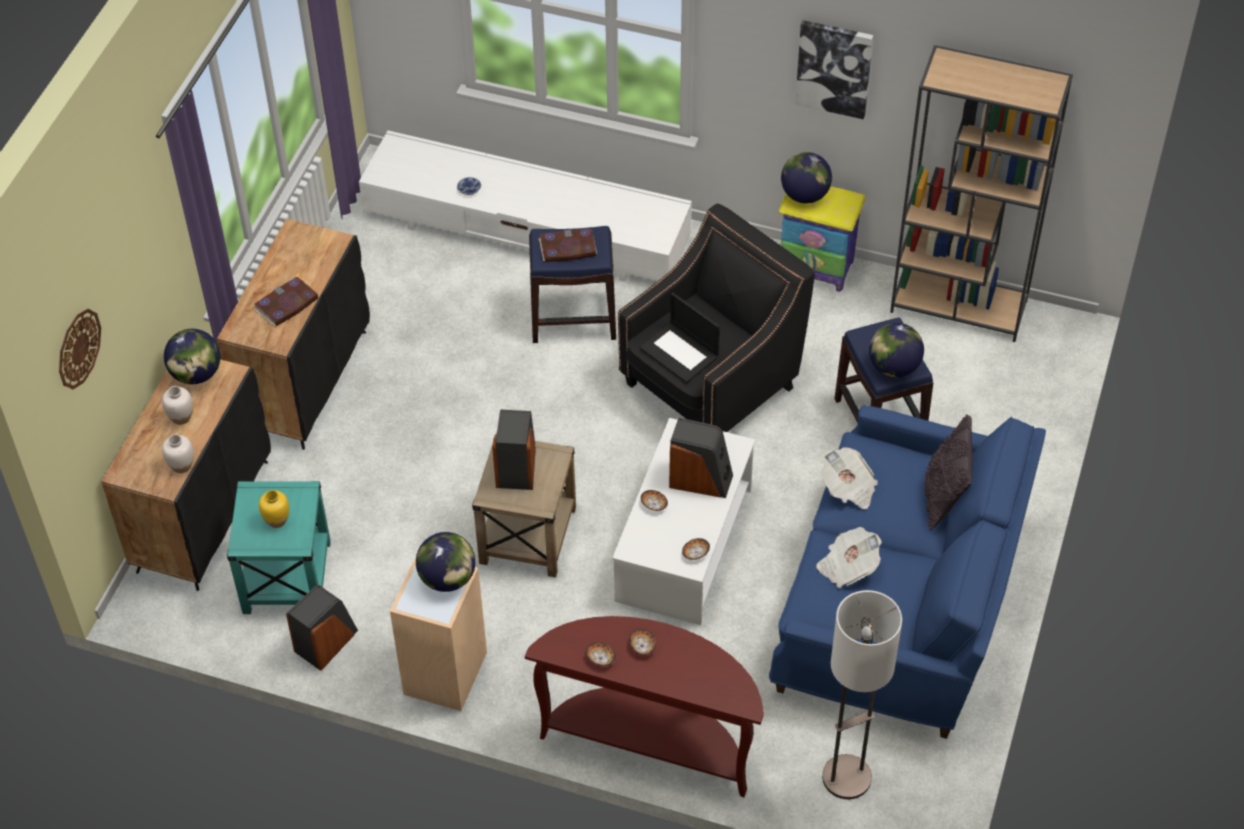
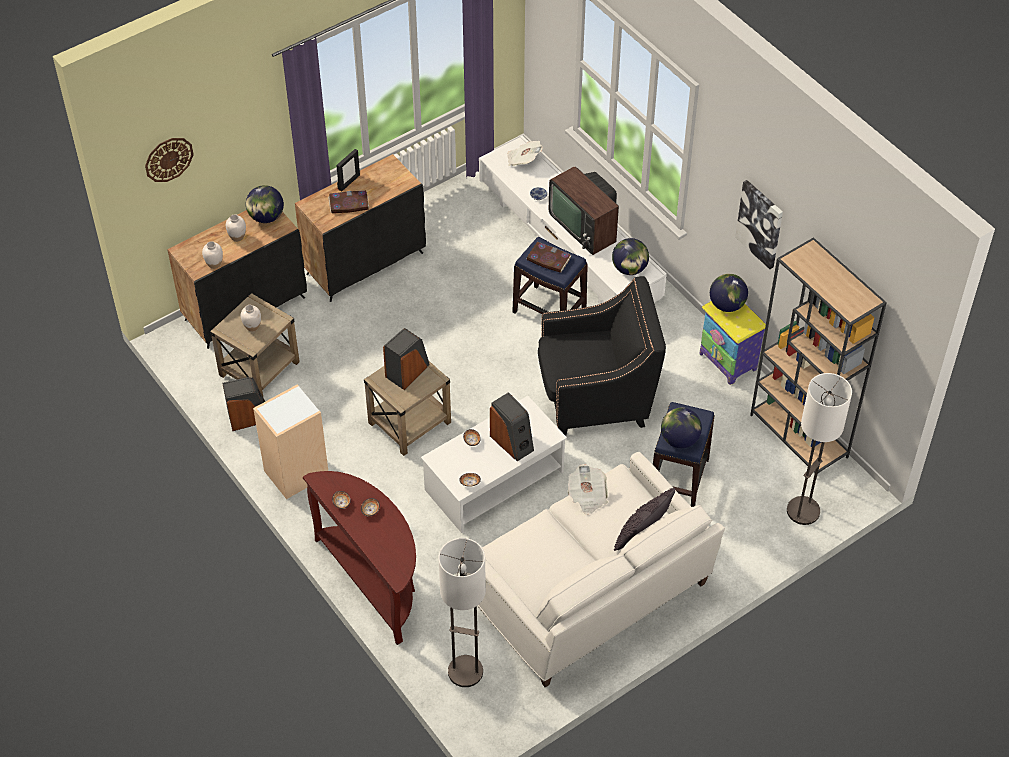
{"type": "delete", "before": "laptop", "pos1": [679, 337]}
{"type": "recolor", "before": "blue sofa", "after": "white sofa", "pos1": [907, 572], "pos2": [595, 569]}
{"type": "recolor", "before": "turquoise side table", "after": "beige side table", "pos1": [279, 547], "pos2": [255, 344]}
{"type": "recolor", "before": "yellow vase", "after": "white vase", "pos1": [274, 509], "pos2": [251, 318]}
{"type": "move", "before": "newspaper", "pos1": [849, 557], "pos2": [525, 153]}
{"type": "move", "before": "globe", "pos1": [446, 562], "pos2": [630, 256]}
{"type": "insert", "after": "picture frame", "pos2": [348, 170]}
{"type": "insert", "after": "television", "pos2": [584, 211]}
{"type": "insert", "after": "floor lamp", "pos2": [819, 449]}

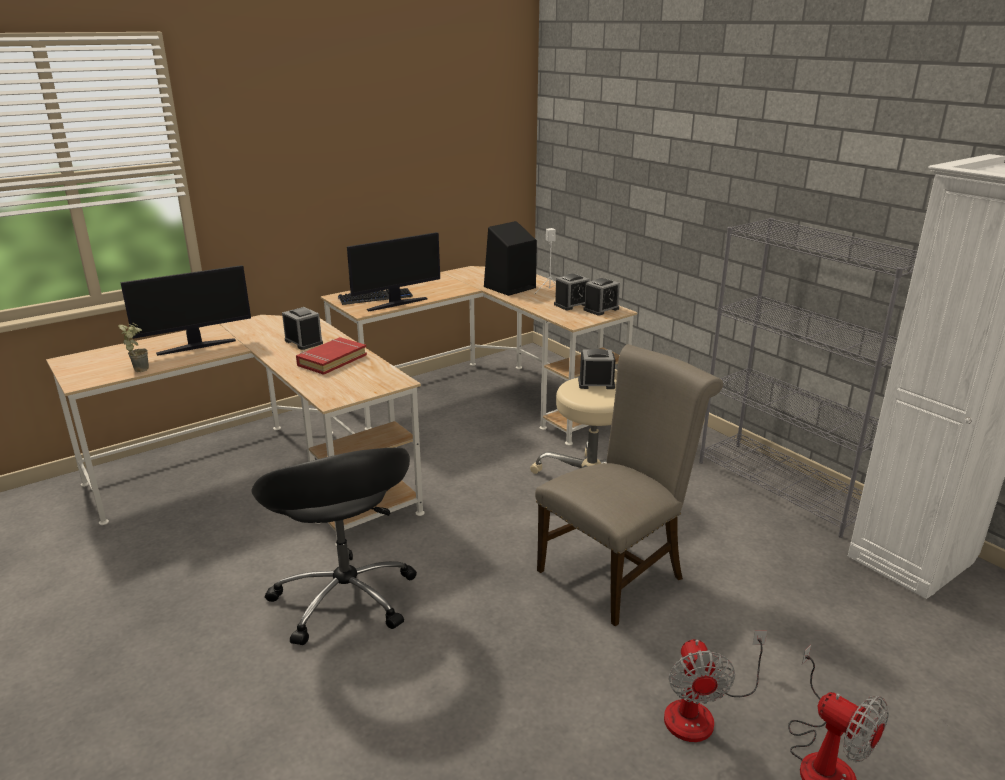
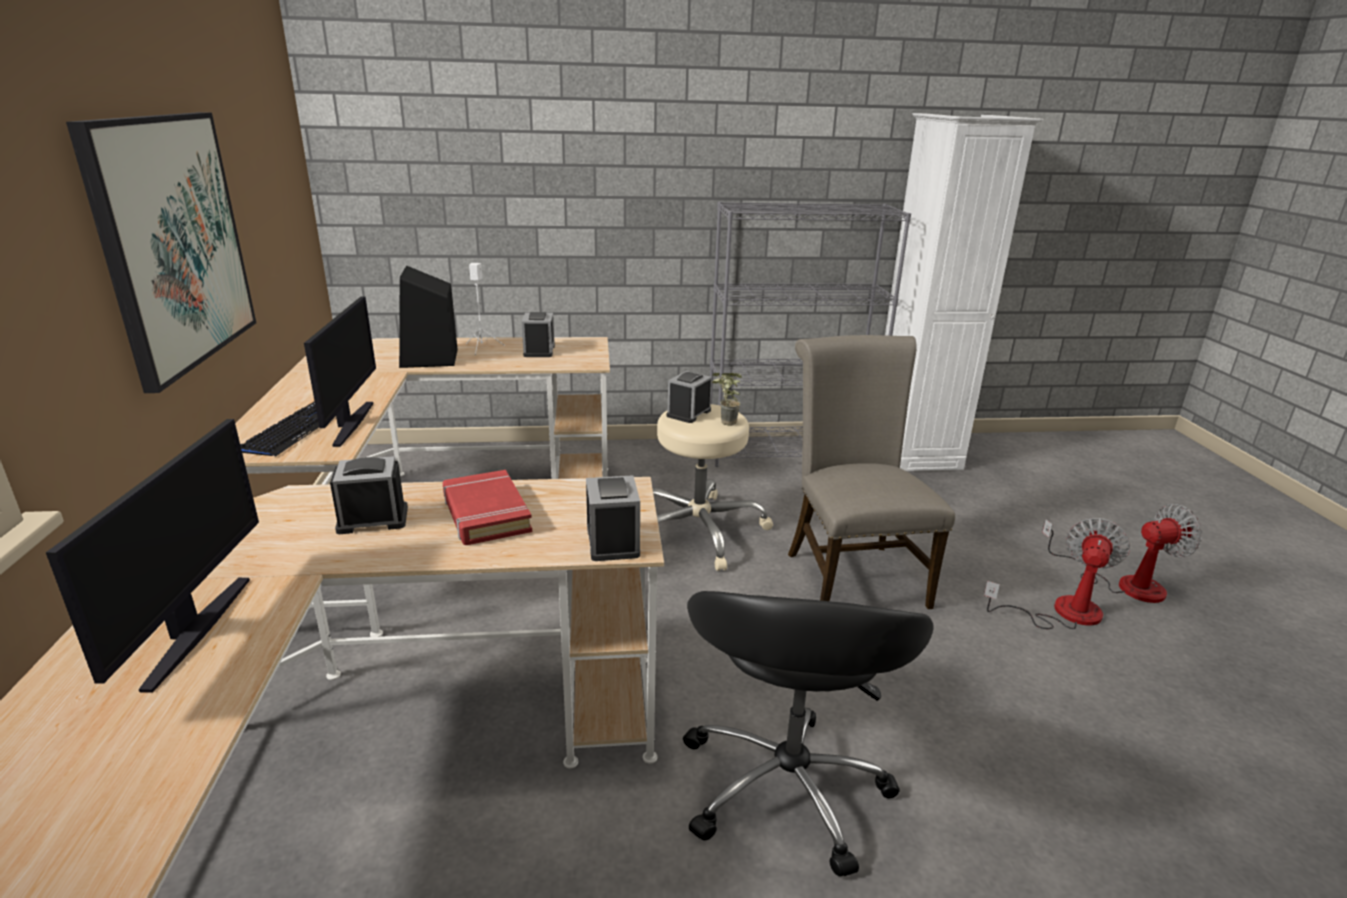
{"type": "move", "before": "alarm clock", "pos1": [601, 297], "pos2": [613, 518]}
{"type": "move", "before": "potted plant", "pos1": [133, 347], "pos2": [726, 399]}
{"type": "rotate", "before": "black office chair", "pos1": [334, 546], "pos2": [808, 733], "turn": 90}
{"type": "rotate", "before": "fan", "pos1": [715, 686], "pos2": [1057, 573], "turn": -90}
{"type": "insert", "after": "picture", "pos2": [161, 252]}

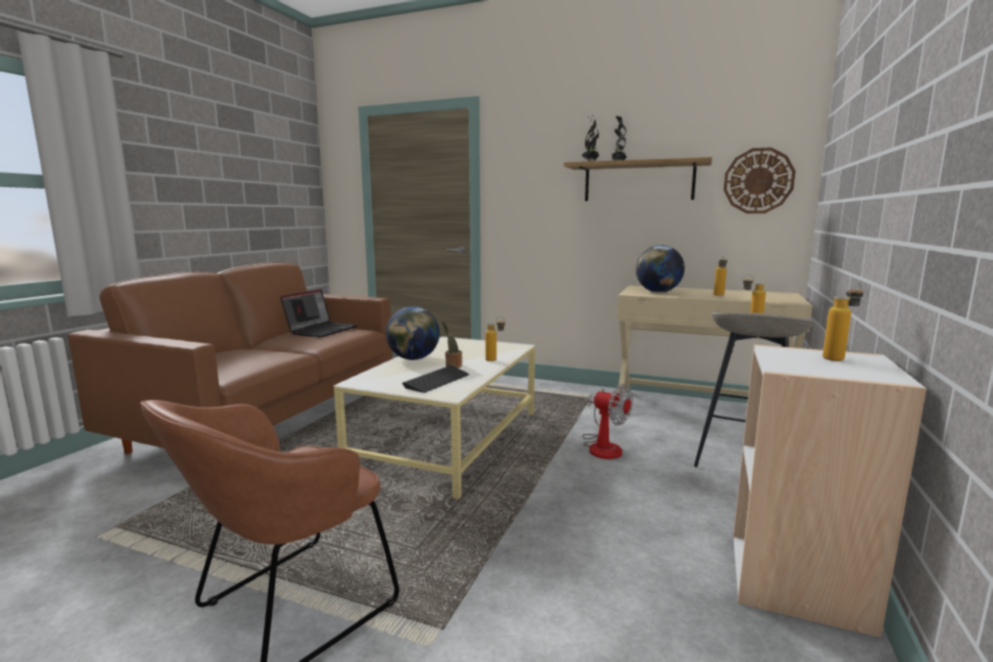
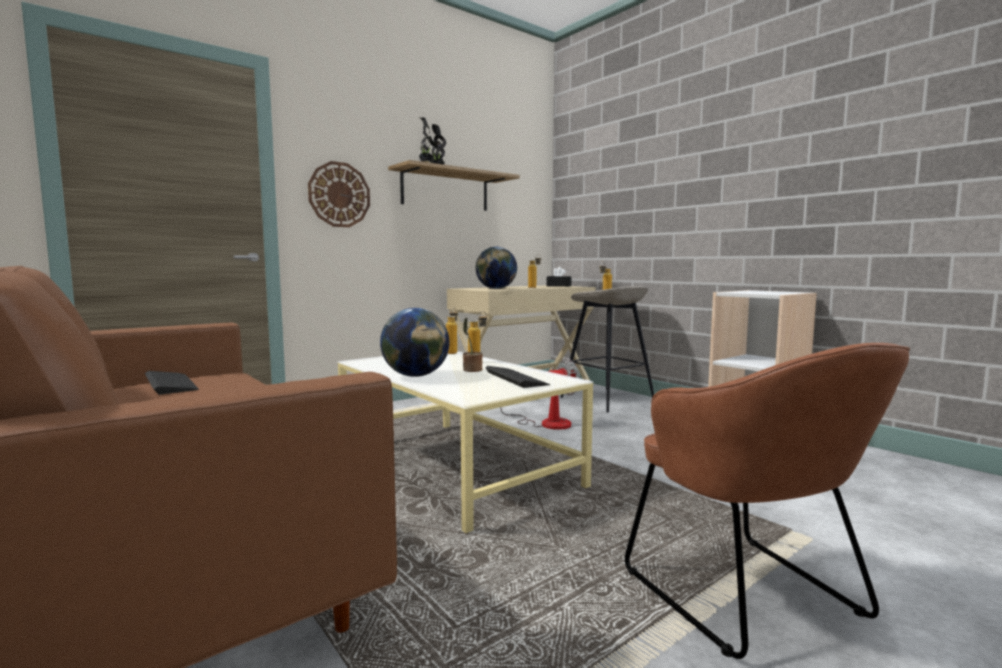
{"type": "move", "before": "wall clock", "pos1": [760, 180], "pos2": [339, 194]}
{"type": "move", "before": "bottle", "pos1": [843, 321], "pos2": [452, 330]}
{"type": "replace", "before": "laptop", "after": "keyboard", "pos1": [319, 313], "pos2": [172, 383]}
{"type": "insert", "after": "black tissue box", "pos2": [559, 277]}

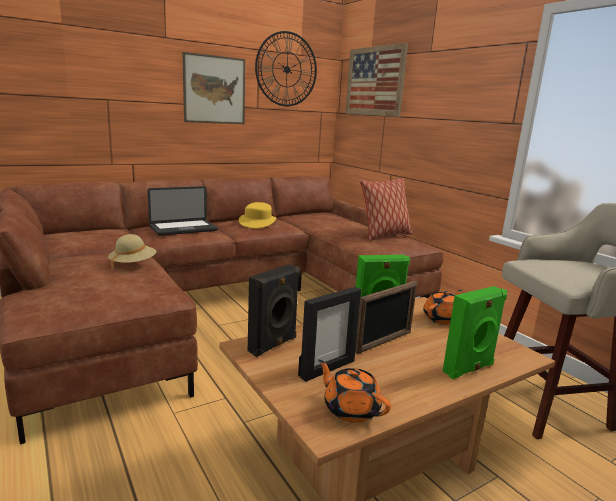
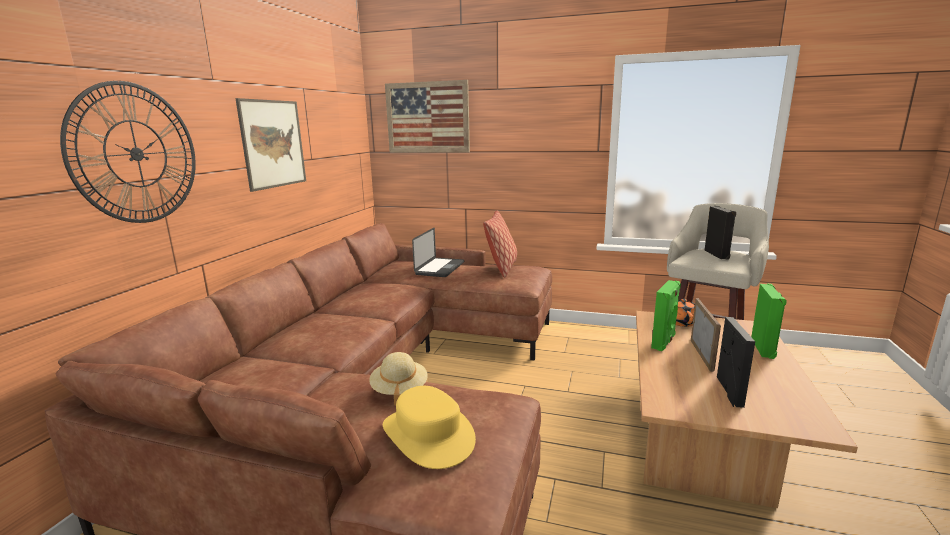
{"type": "move", "before": "wall clock", "pos1": [286, 68], "pos2": [128, 152]}
{"type": "move", "before": "laptop", "pos1": [182, 211], "pos2": [438, 252]}
{"type": "move", "before": "yellow hat", "pos1": [257, 215], "pos2": [429, 427]}
{"type": "move", "before": "black speaker", "pos1": [274, 311], "pos2": [720, 233]}
{"type": "delete", "before": "orange teapot", "pos1": [354, 391]}

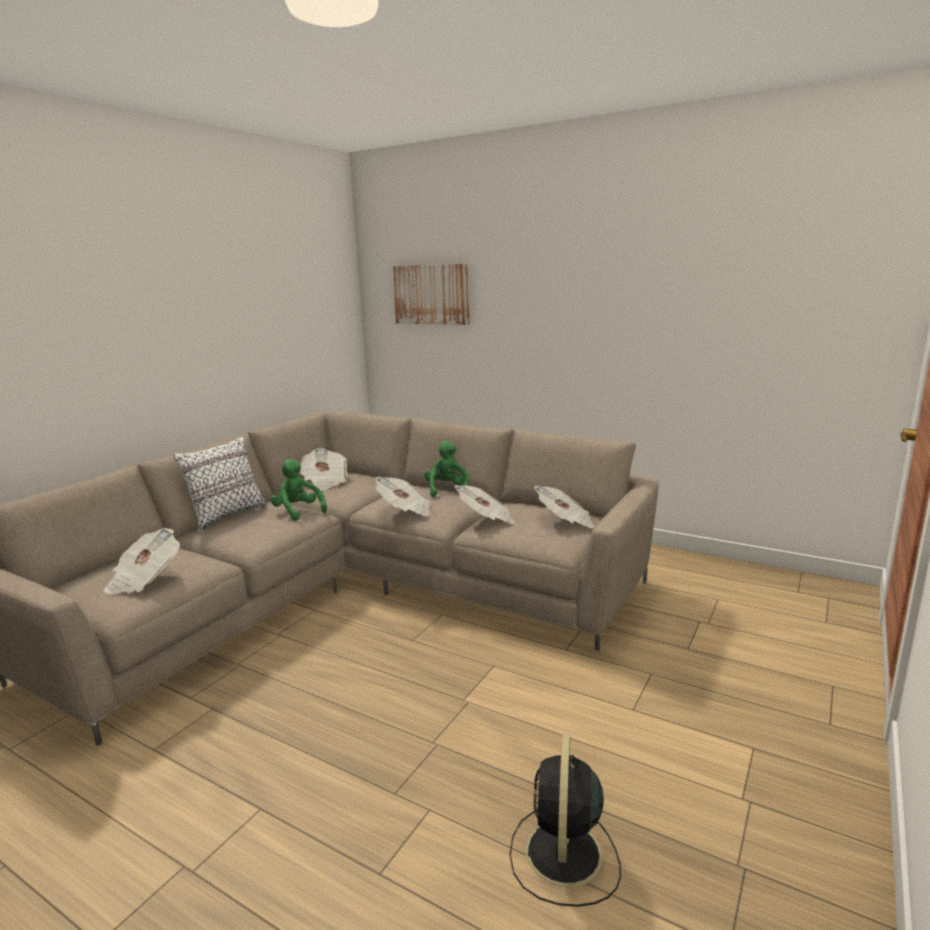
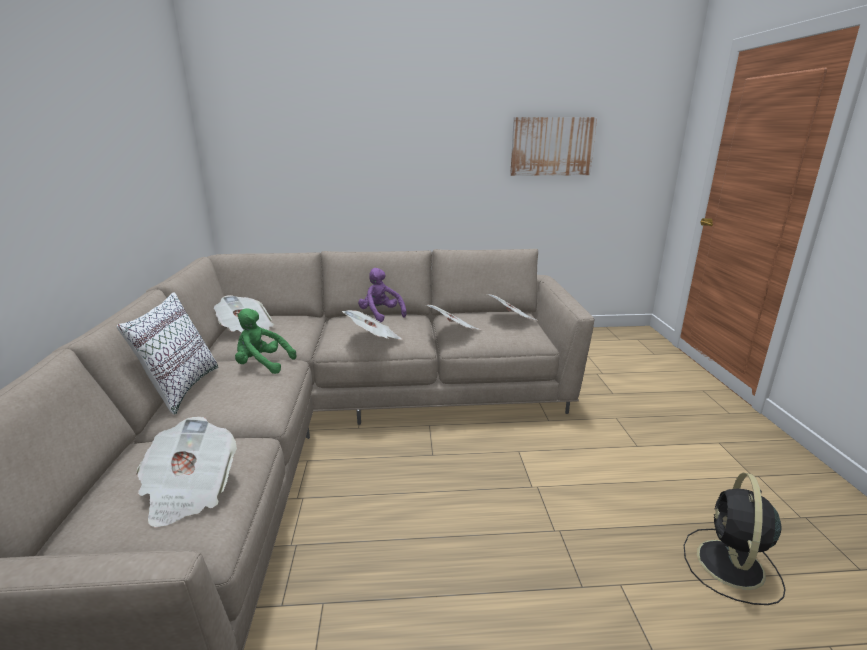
{"type": "move", "before": "picture", "pos1": [430, 294], "pos2": [553, 146]}
{"type": "recolor", "before": "green plush toy", "after": "purple plush toy", "pos1": [446, 469], "pos2": [382, 295]}
{"type": "rotate", "before": "black fan", "pos1": [565, 820], "pos2": [735, 539], "turn": 45}

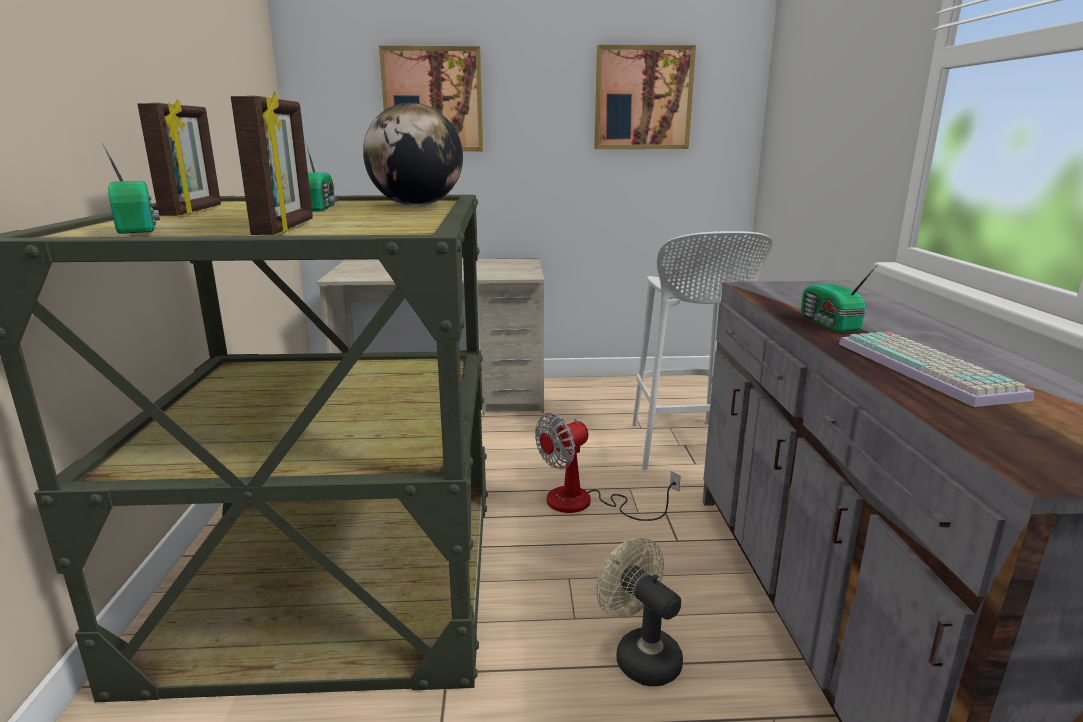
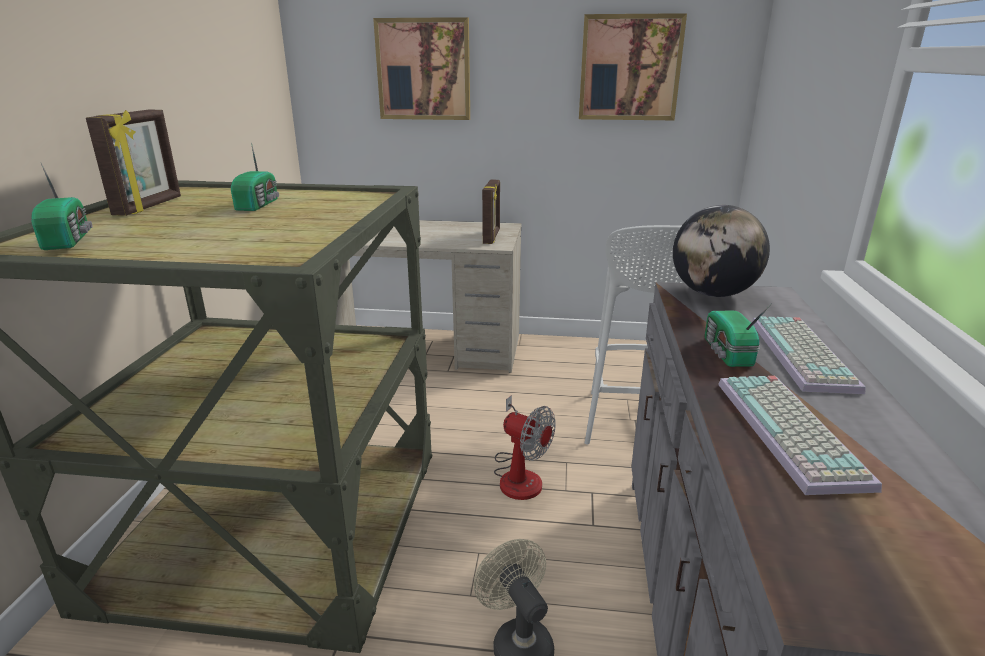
{"type": "move", "before": "picture frame", "pos1": [272, 163], "pos2": [491, 212]}
{"type": "move", "before": "globe", "pos1": [413, 154], "pos2": [721, 251]}
{"type": "rotate", "before": "fan", "pos1": [607, 467], "pos2": [525, 447], "turn": -120}
{"type": "insert", "after": "keyboard", "pos2": [809, 355]}

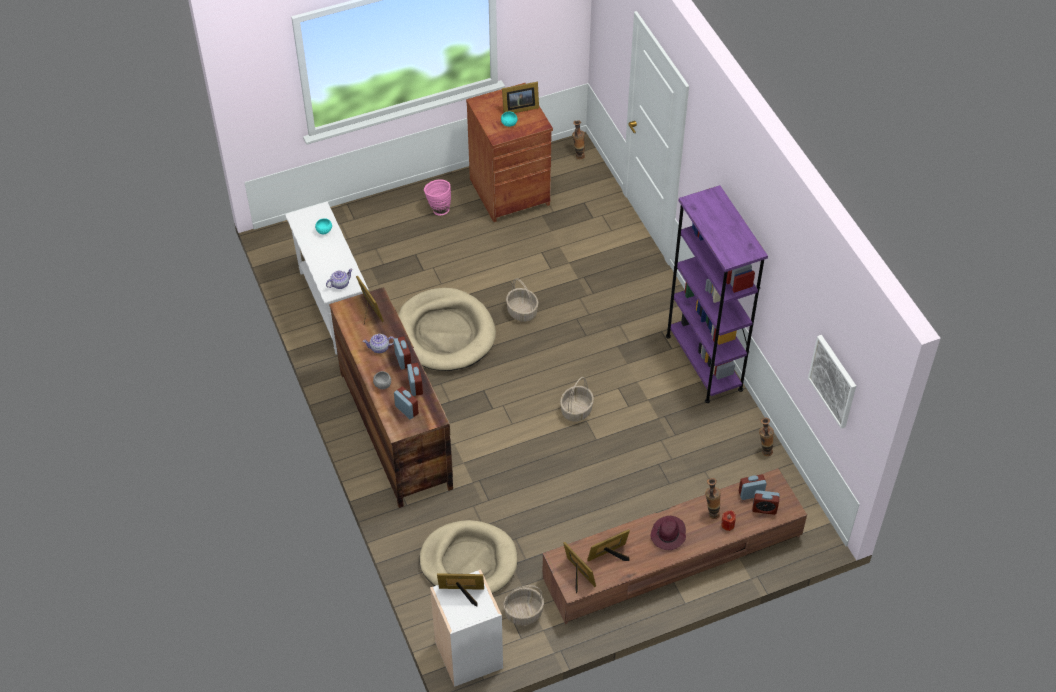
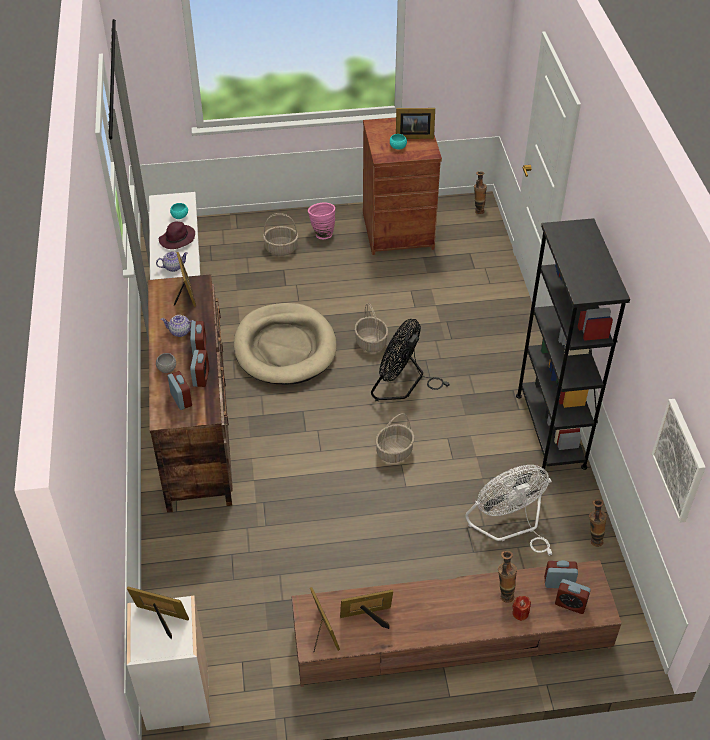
{"type": "recolor", "before": "purple bookcase", "after": "black bookcase", "pos1": [717, 294], "pos2": [573, 346]}
{"type": "move", "before": "purple hat", "pos1": [668, 533], "pos2": [177, 235]}
{"type": "delete", "before": "beige dog bed", "pos1": [468, 557]}
{"type": "move", "before": "basket", "pos1": [523, 605], "pos2": [280, 234]}
{"type": "insert", "after": "black fan", "pos2": [410, 360]}
{"type": "insert", "after": "white fan", "pos2": [508, 510]}

